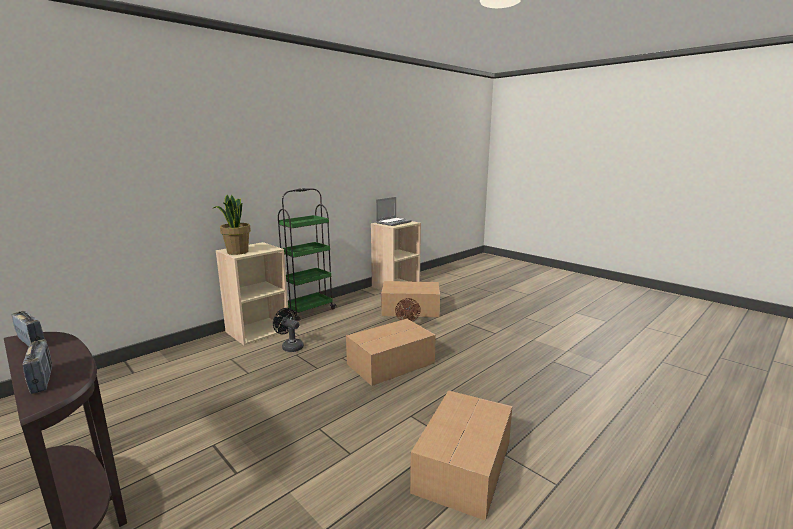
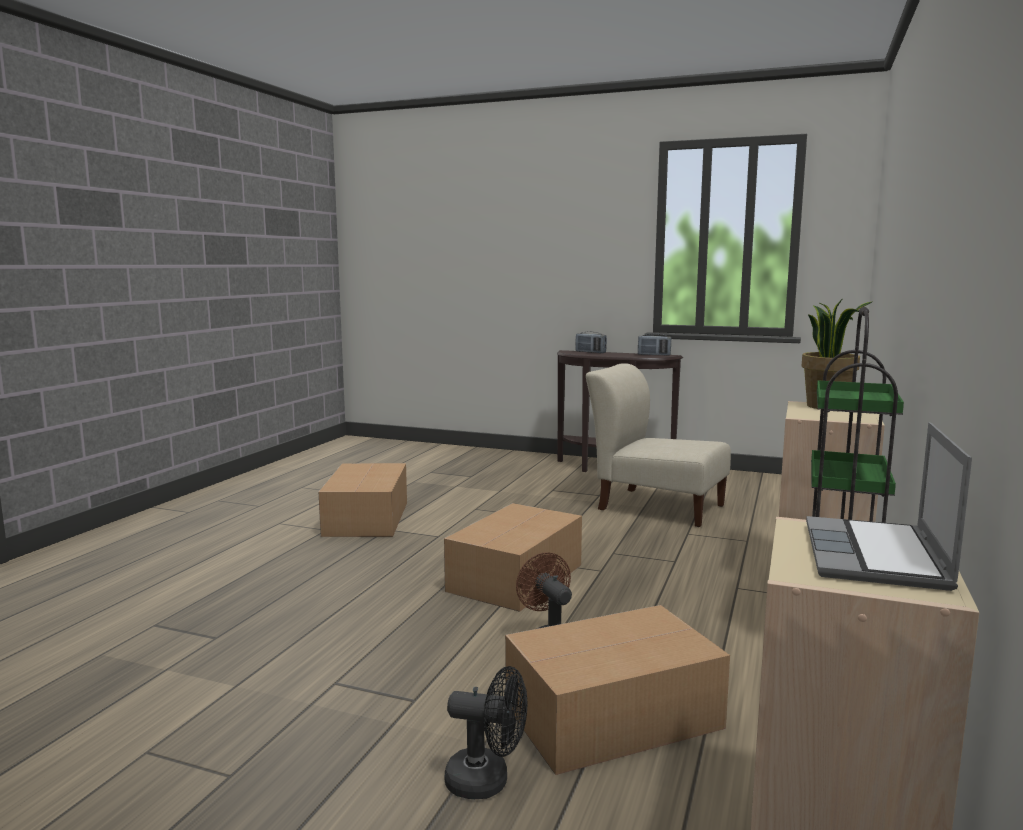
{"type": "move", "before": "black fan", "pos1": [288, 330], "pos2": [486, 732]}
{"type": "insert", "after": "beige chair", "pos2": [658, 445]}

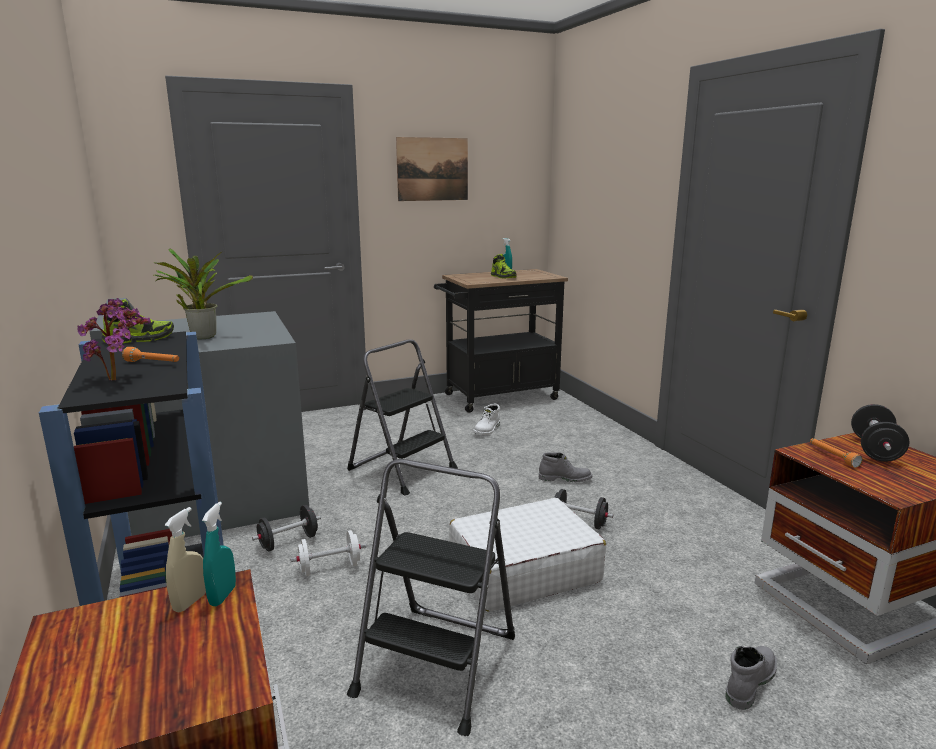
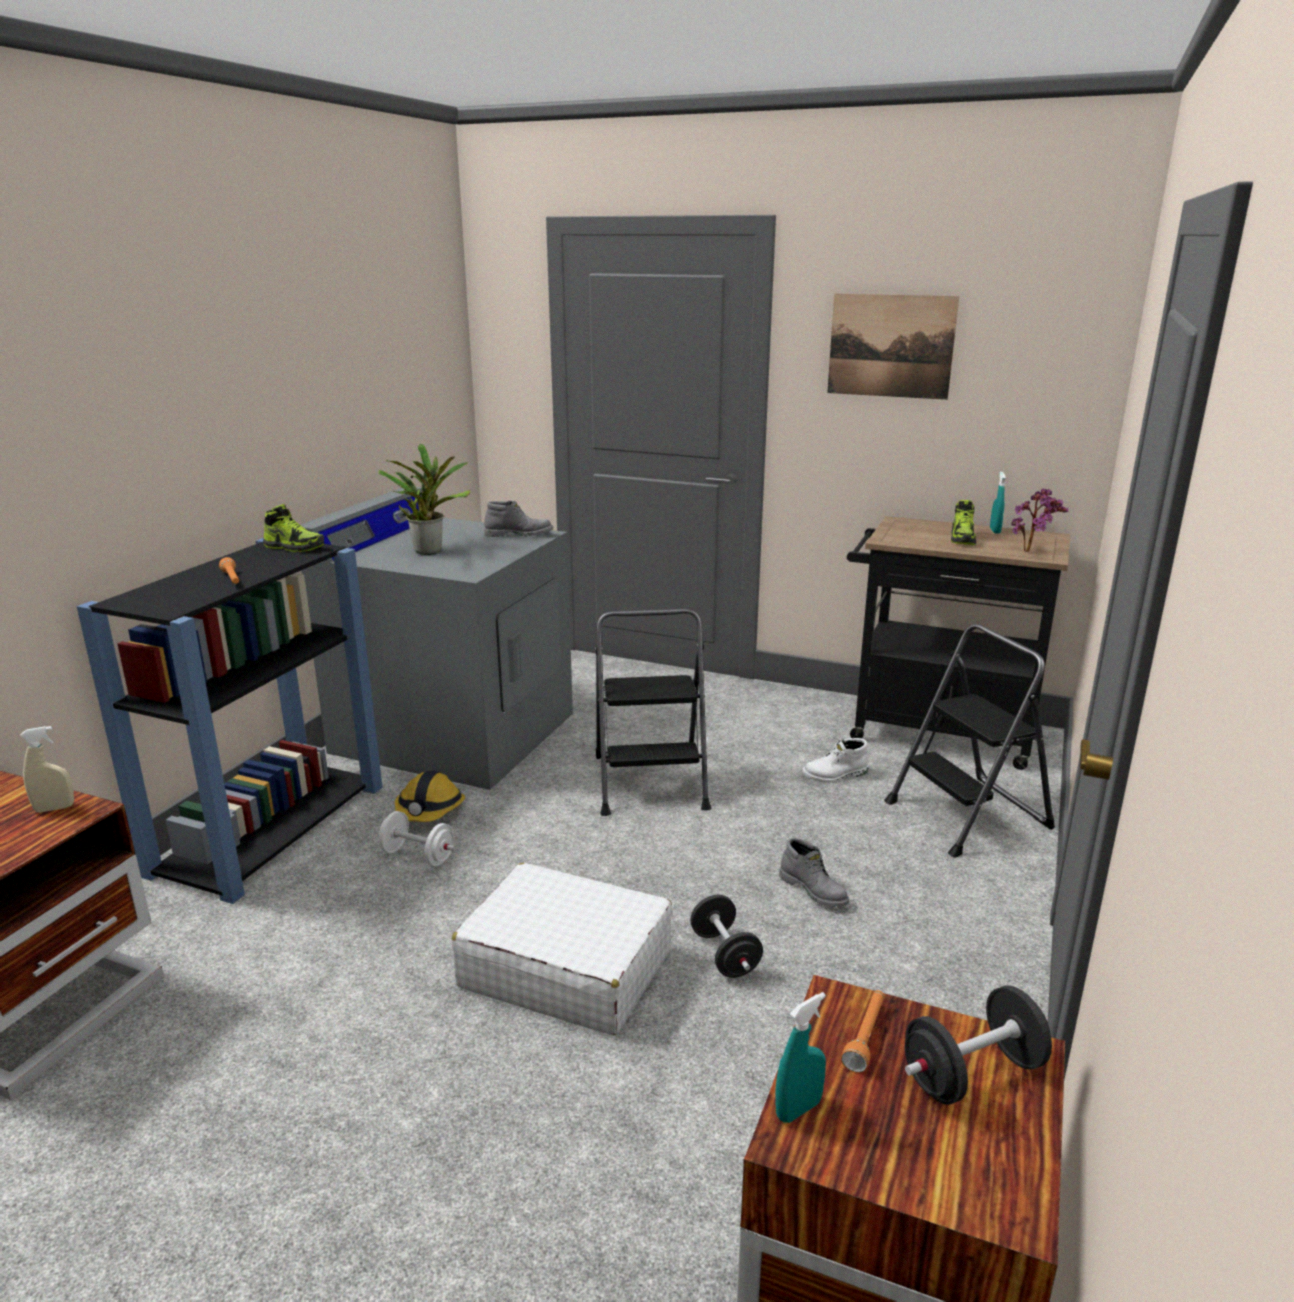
{"type": "move", "before": "potted plant", "pos1": [114, 339], "pos2": [1039, 520]}
{"type": "move", "before": "black step ladder", "pos1": [431, 597], "pos2": [969, 741]}
{"type": "move", "before": "turquoise spray bottle", "pos1": [219, 554], "pos2": [801, 1057]}
{"type": "replace", "before": "black dumbbell", "after": "hard hat", "pos1": [286, 528], "pos2": [430, 796]}
{"type": "move", "before": "grey boot", "pos1": [751, 678], "pos2": [518, 519]}

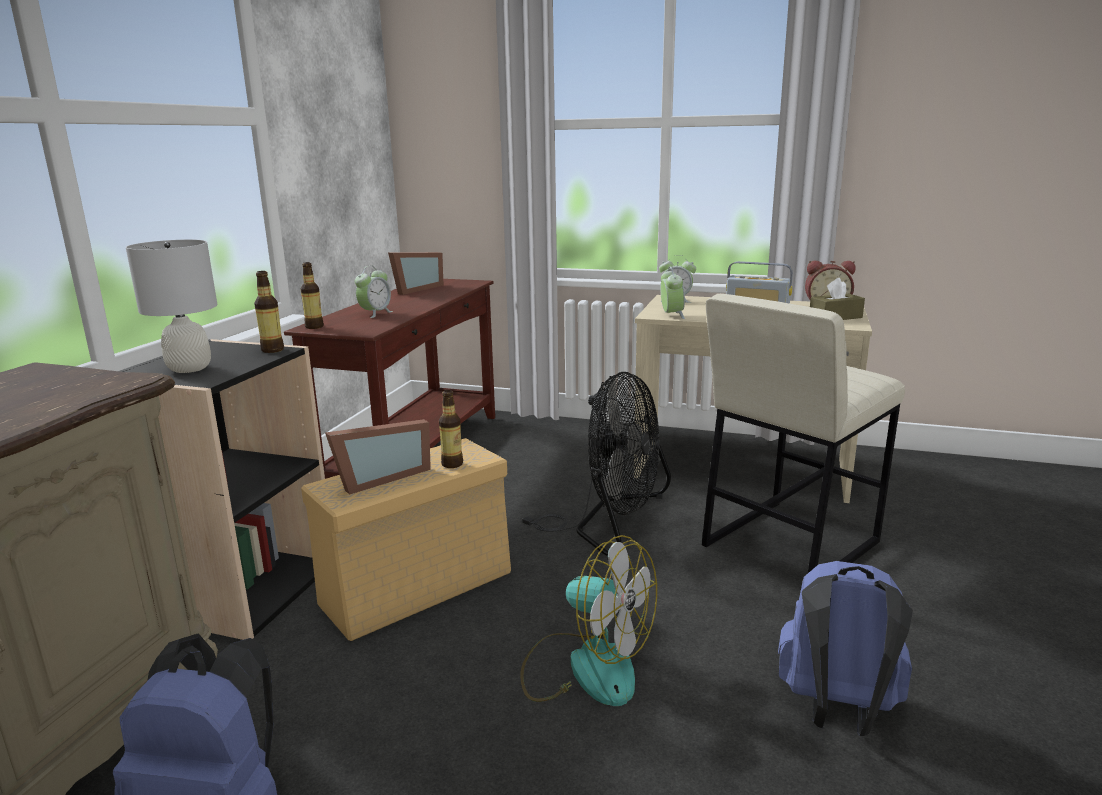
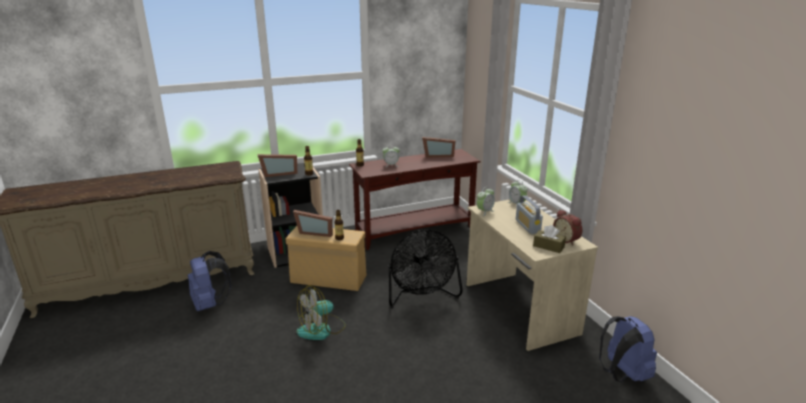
{"type": "replace", "before": "grey table lamp", "after": "picture frame", "pos1": [171, 306], "pos2": [277, 165]}
{"type": "delete", "before": "beige chair", "pos1": [803, 433]}
{"type": "rotate", "before": "fan", "pos1": [588, 620], "pos2": [321, 312], "turn": 60}
{"type": "move", "before": "blue backpack", "pos1": [845, 648], "pos2": [628, 349]}

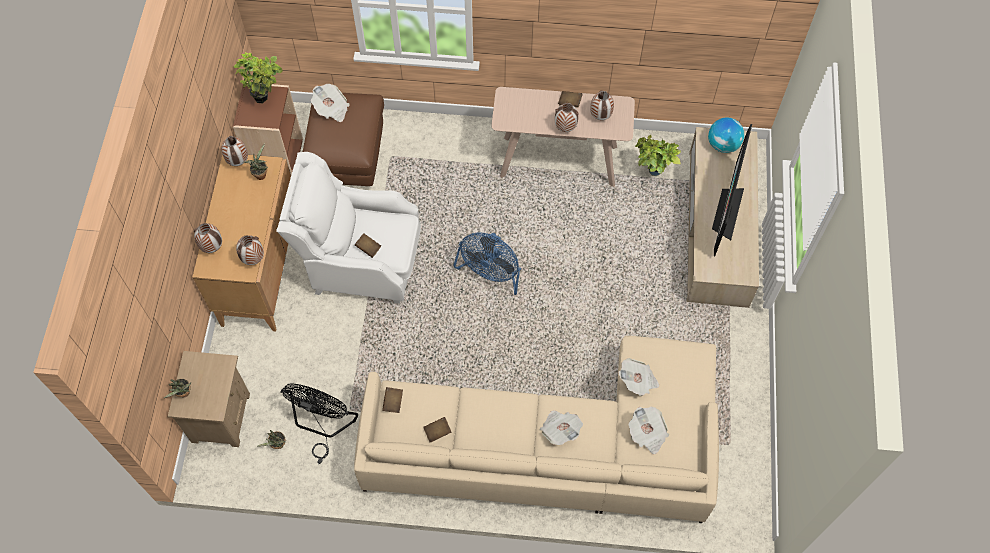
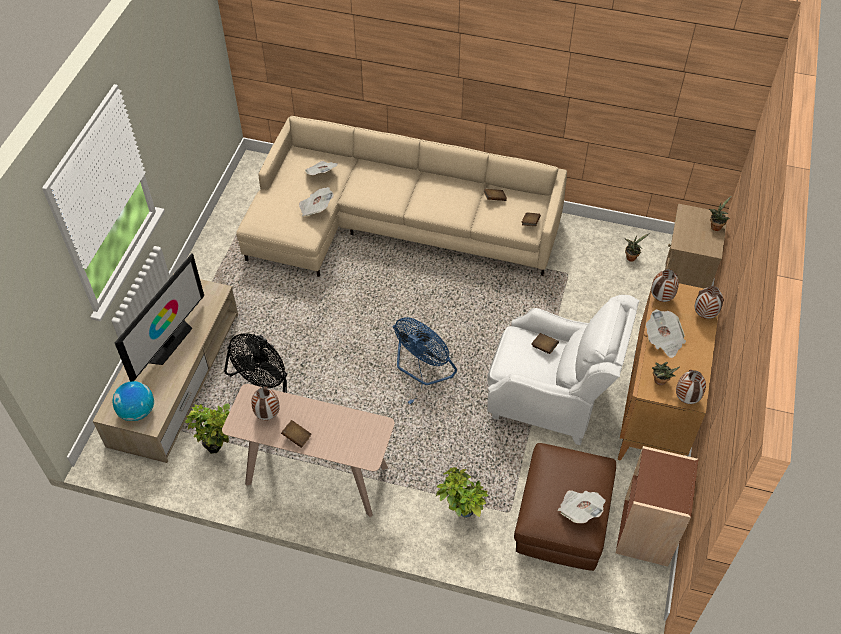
{"type": "move", "before": "potted plant", "pos1": [258, 77], "pos2": [462, 492]}
{"type": "delete", "before": "vase", "pos1": [567, 117]}
{"type": "move", "before": "black fan", "pos1": [319, 423], "pos2": [255, 363]}
{"type": "move", "before": "newspaper", "pos1": [561, 427], "pos2": [666, 333]}

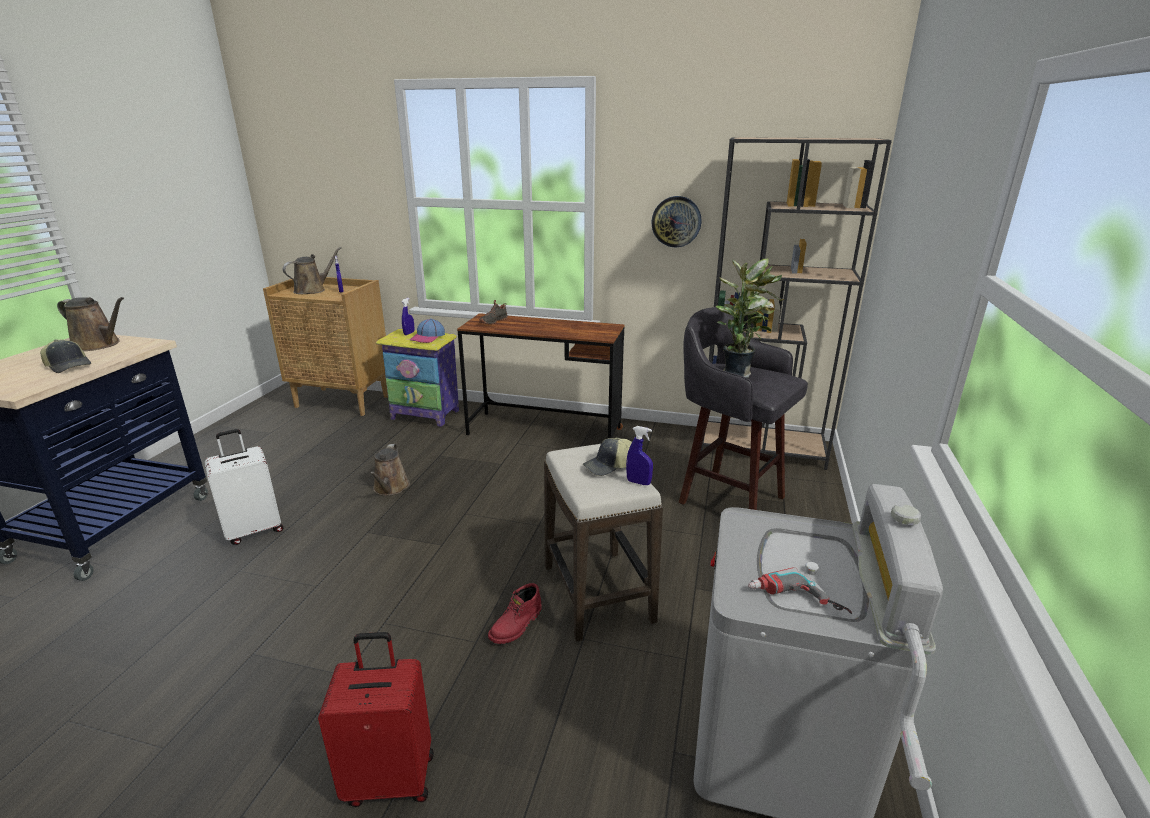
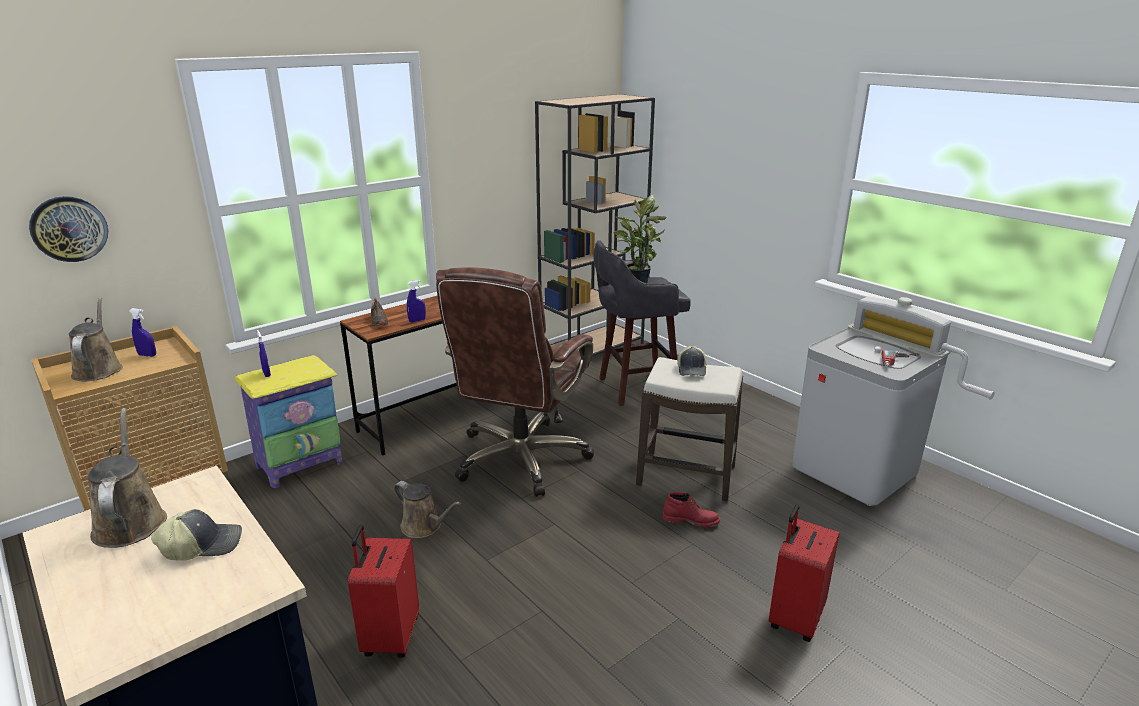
{"type": "move", "before": "wall clock", "pos1": [676, 221], "pos2": [68, 229]}
{"type": "rotate", "before": "brown watering can", "pos1": [90, 324], "pos2": [127, 478], "turn": -75}
{"type": "delete", "before": "cap", "pos1": [427, 330]}
{"type": "move", "before": "blue spray bottle", "pos1": [639, 455], "pos2": [416, 301]}
{"type": "recolor", "before": "white suitcase", "after": "red suitcase", "pos1": [244, 487], "pos2": [383, 591]}
{"type": "rotate", "before": "red boot", "pos1": [515, 613], "pos2": [691, 509], "turn": -60}
{"type": "insert", "after": "brown office chair", "pos2": [515, 382]}

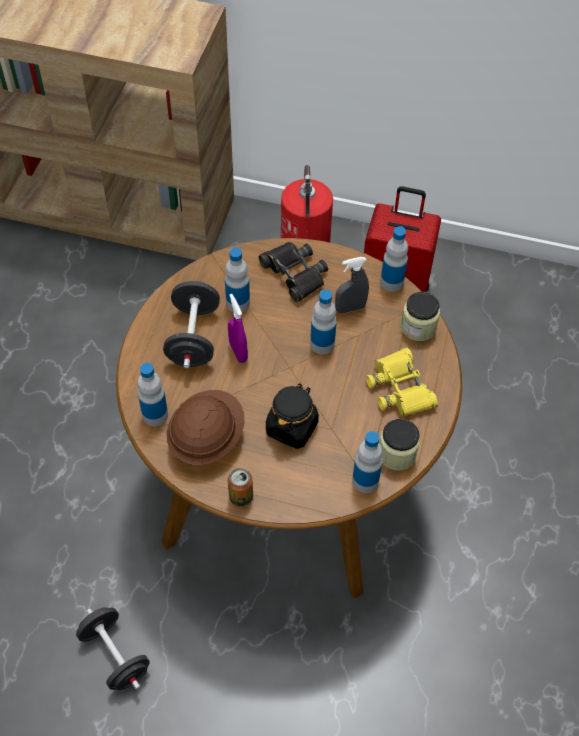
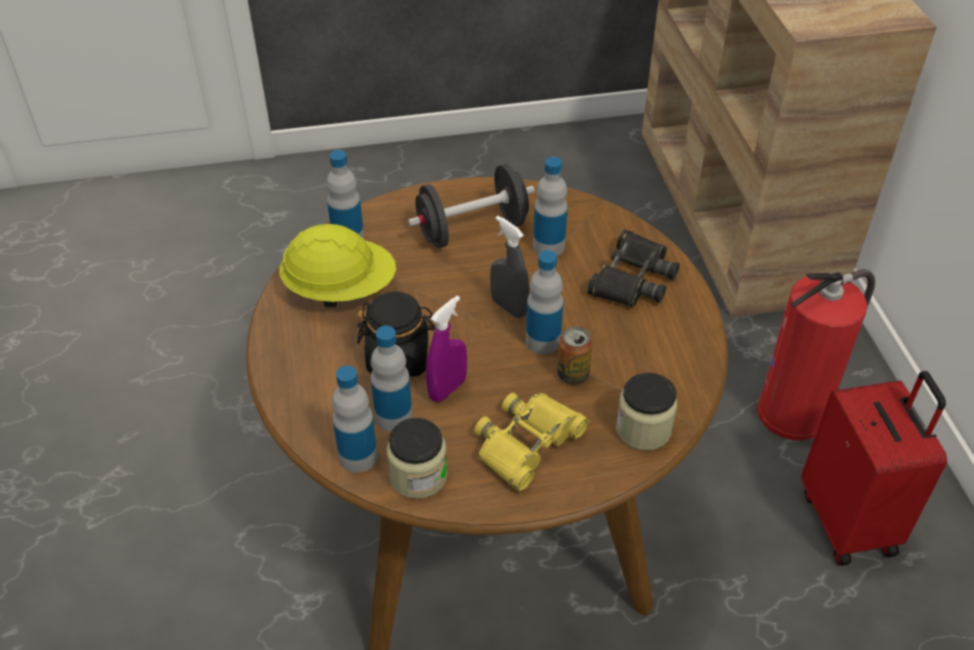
{"type": "move", "before": "bottle", "pos1": [394, 259], "pos2": [391, 379]}
{"type": "move", "before": "grey spray bottle", "pos1": [352, 285], "pos2": [509, 267]}
{"type": "move", "before": "purple spray bottle", "pos1": [238, 328], "pos2": [446, 348]}
{"type": "recolor", "before": "brown hard hat", "after": "yellow hard hat", "pos1": [206, 427], "pos2": [337, 266]}
{"type": "move", "before": "can", "pos1": [240, 487], "pos2": [574, 355]}
{"type": "delete", "before": "black dumbbell", "pos1": [113, 648]}

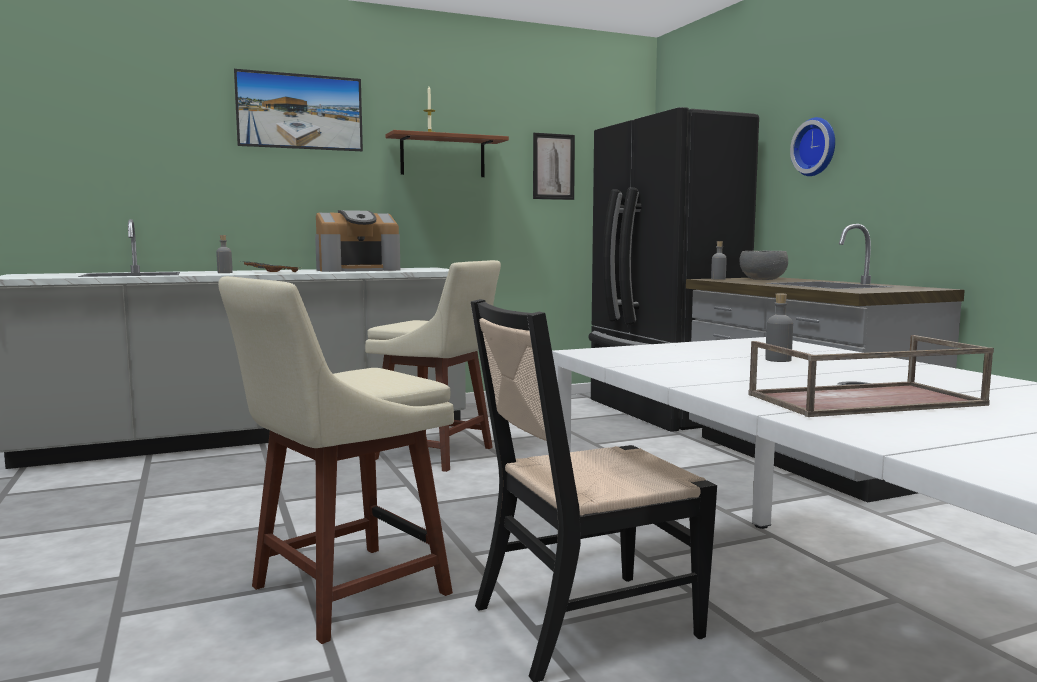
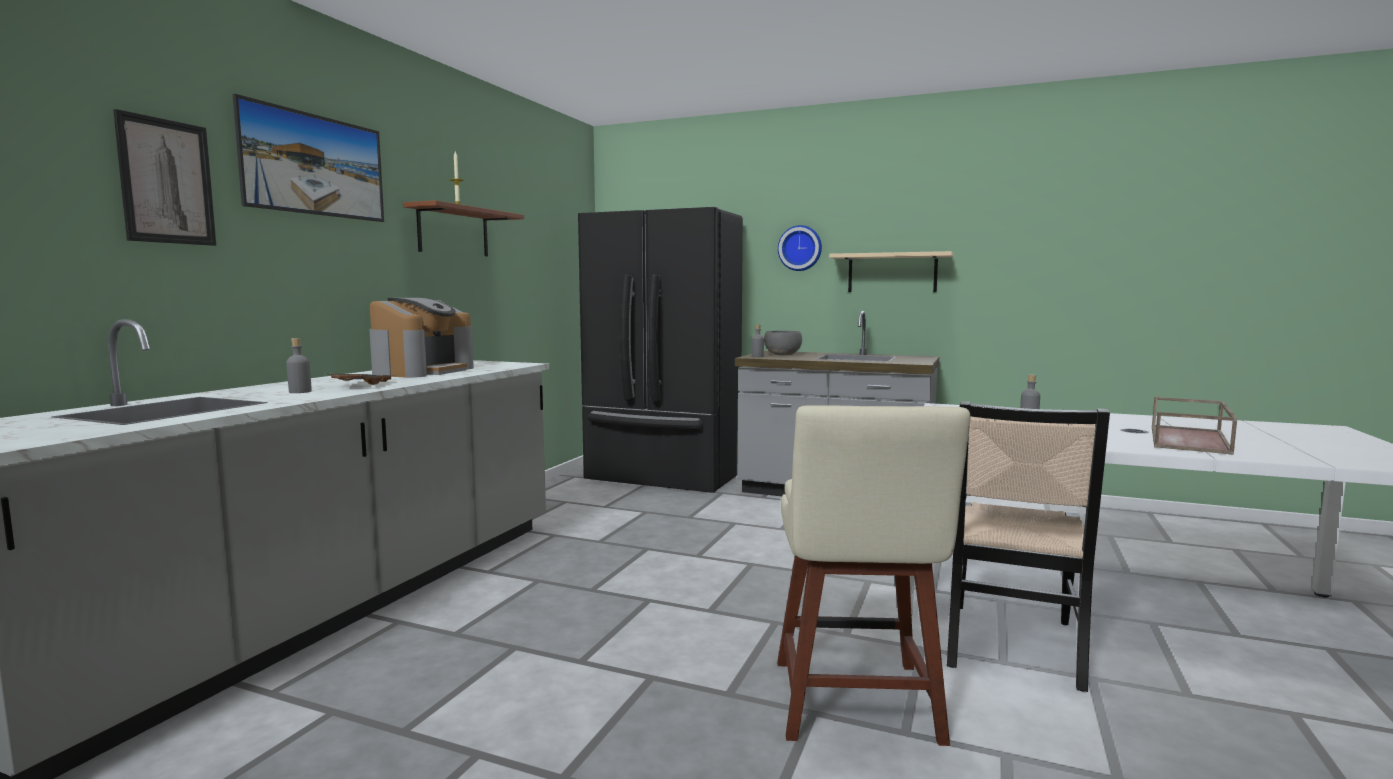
{"type": "move", "before": "picture", "pos1": [554, 166], "pos2": [164, 177]}
{"type": "delete", "before": "beige stool", "pos1": [433, 366]}
{"type": "insert", "after": "beige shelf", "pos2": [891, 271]}

